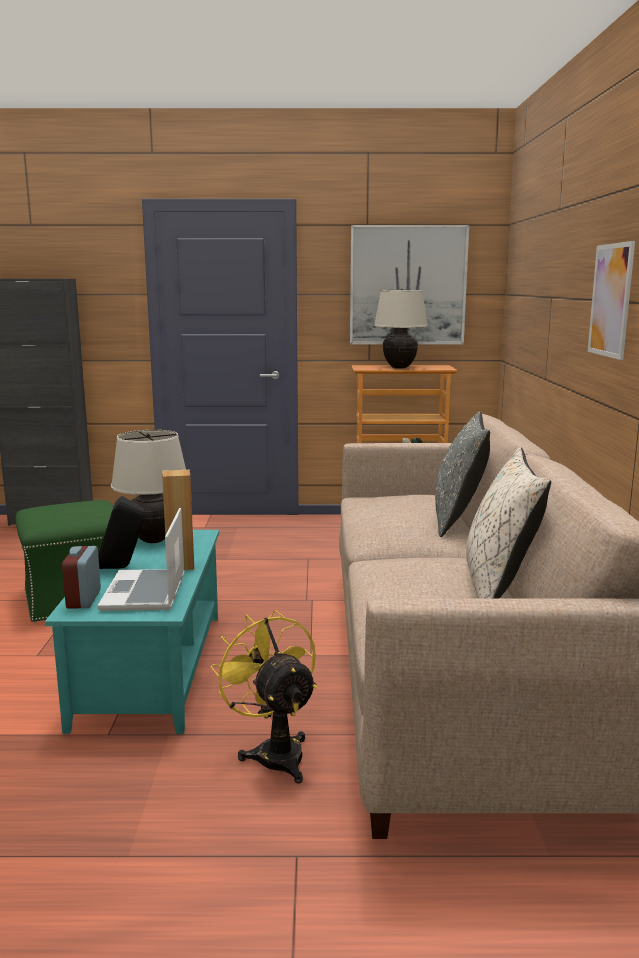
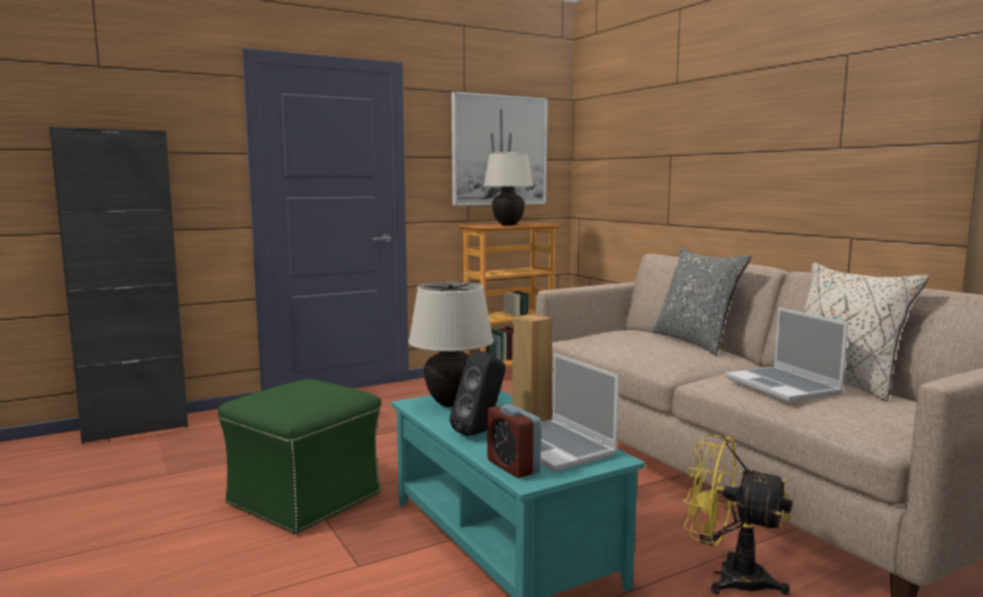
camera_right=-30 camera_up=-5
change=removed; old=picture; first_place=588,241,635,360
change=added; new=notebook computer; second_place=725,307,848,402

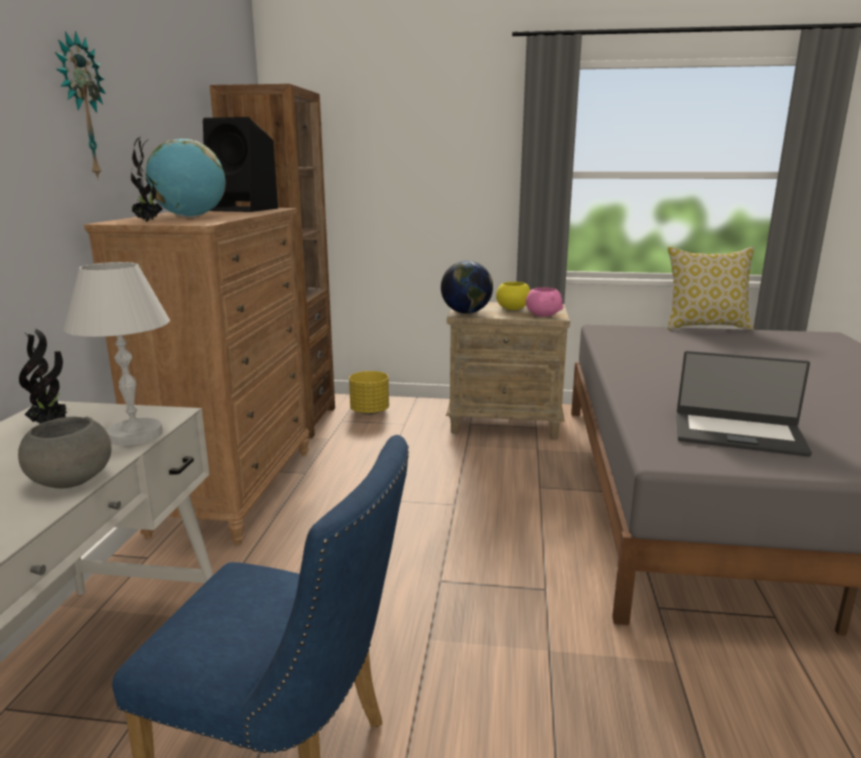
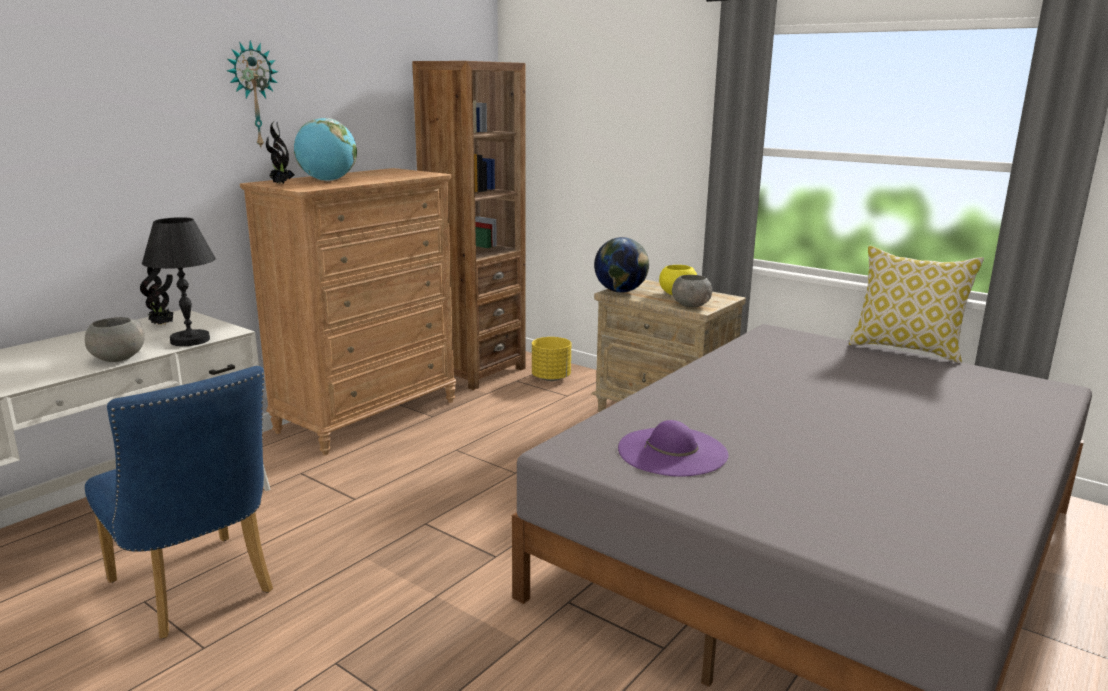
camera_right=30 camera_up=0
change=removed; old=loudspeaker in black; first_place=203,117,278,212
change=recoloured; old=table lamp in white-coloured; new=table lamp in black; first_place=63,262,170,446; second_place=142,217,216,346
change=recoloured; old=serving bowl in pinkish; new=serving bowl in grey; first_place=526,287,564,317; second_place=672,275,712,307
change=replaced; old=notebook computer; new=hat in purple; first_place=676,351,812,457; second_place=618,420,728,477

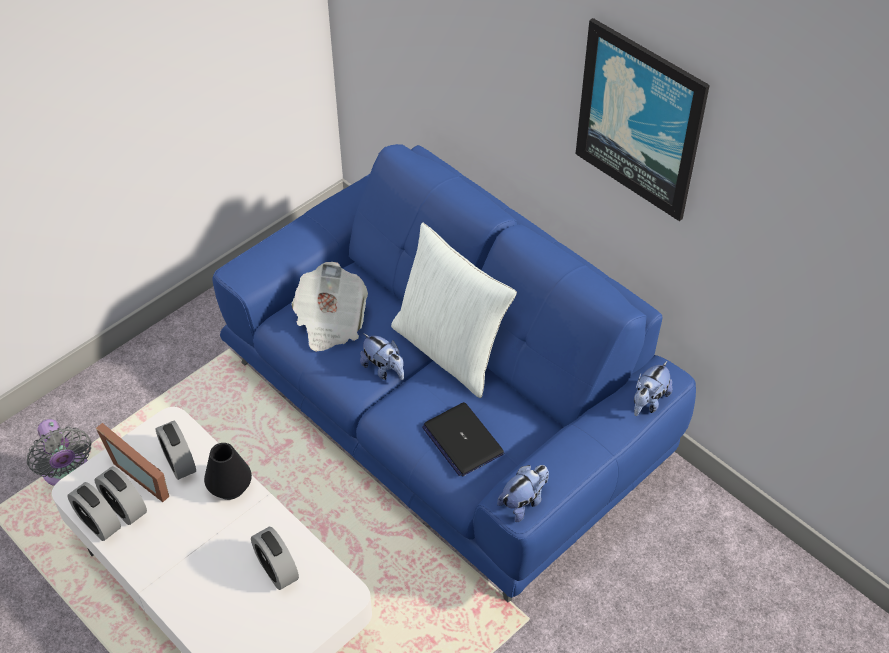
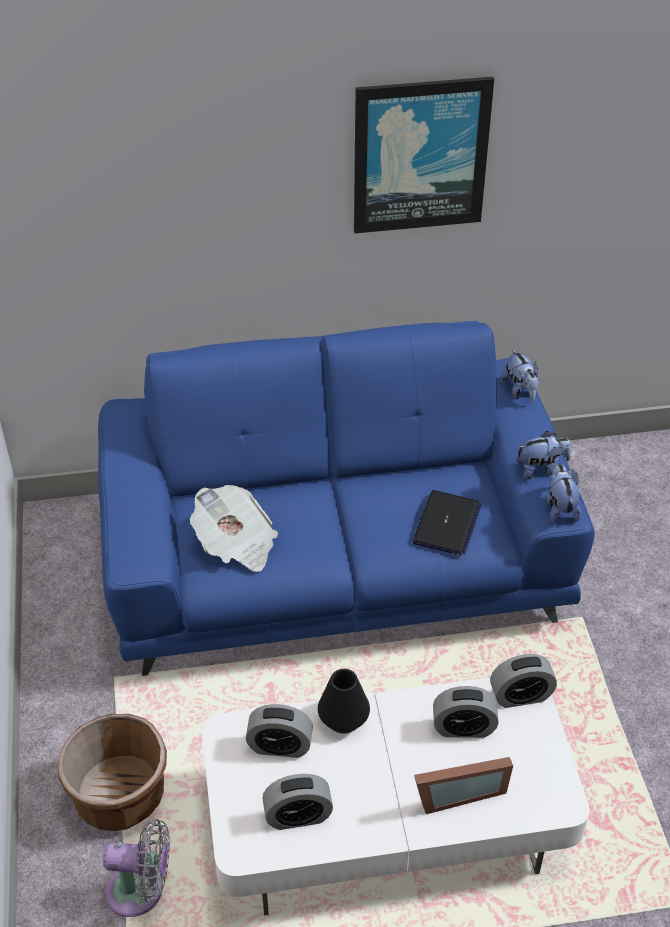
camera_right=-55 camera_up=-5
change=removed; old=throw pillow in white-coloured; first_place=391,223,517,398
change=moved; old=plush toy; first_place=360,333,404,380; second_place=516,431,571,479
change=turned; old=notebook computer; first_place=422,402,504,476; second_place=413,490,481,555; degrees=-75
change=moved; old=standing frame; first_place=96,423,169,502; second_place=414,757,513,814
change=moved; old=table clock; first_place=68,482,121,541; second_place=490,654,557,708
change=added; new=flower pot in brown-coloured; second_place=57,714,167,831

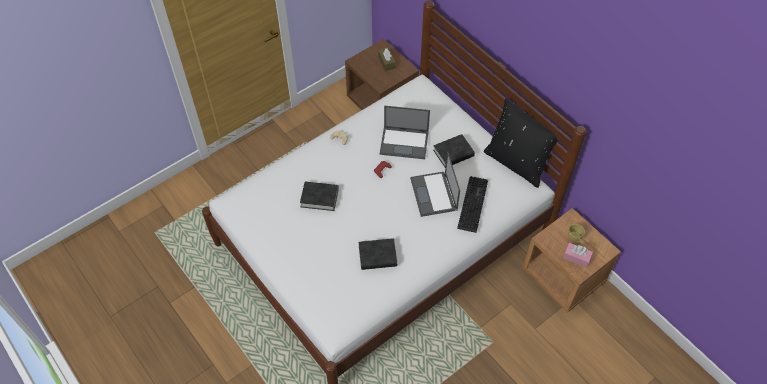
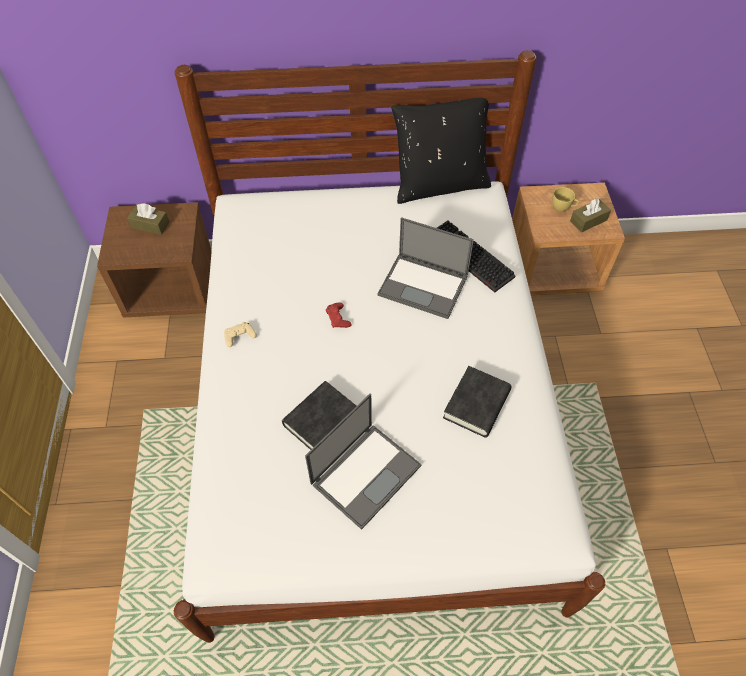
camera_right=-55 camera_up=0
change=moved; old=notebook computer; first_place=380,106,430,159; second_place=305,394,422,530
change=removed; old=volume in black; first_place=433,134,475,167
change=recoloured; old=tissue holder in pinkish; new=tissue holder in brown-coloured; first_place=563,243,593,268; second_place=570,198,611,233

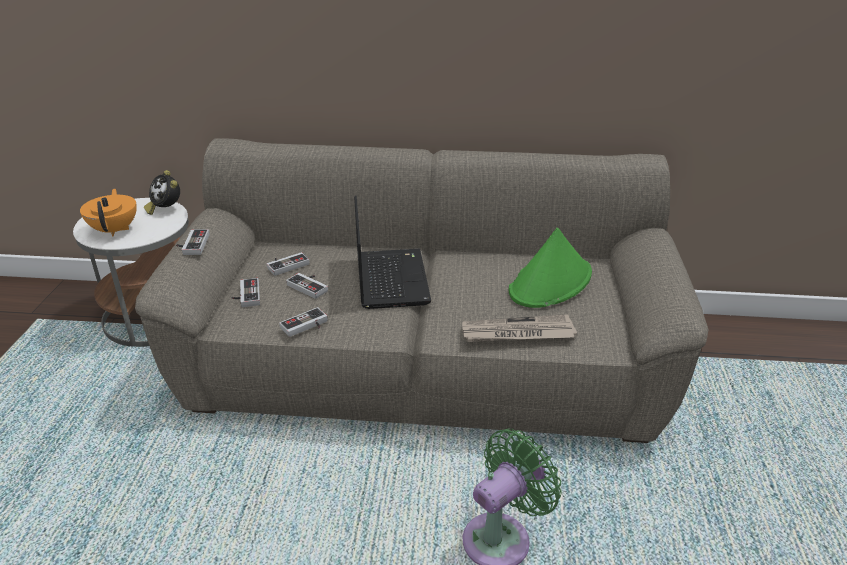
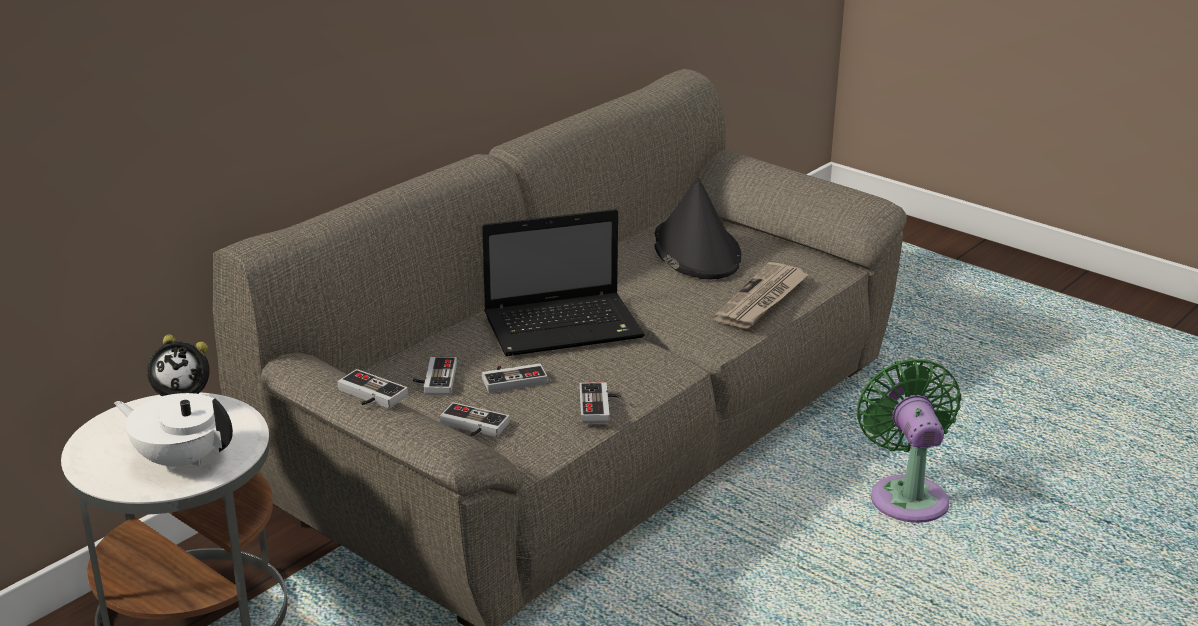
camera_right=-55 camera_up=-5
change=recoloured; old=tea pot in orangey; new=tea pot in white-coloured; first_place=80,189,137,236; second_place=114,393,233,472
change=turned; old=notebook computer; first_place=354,195,431,309; second_place=482,209,645,356; degrees=135
change=recoloured; old=hat in green; new=hat in black; first_place=509,228,592,308; second_place=654,177,741,279

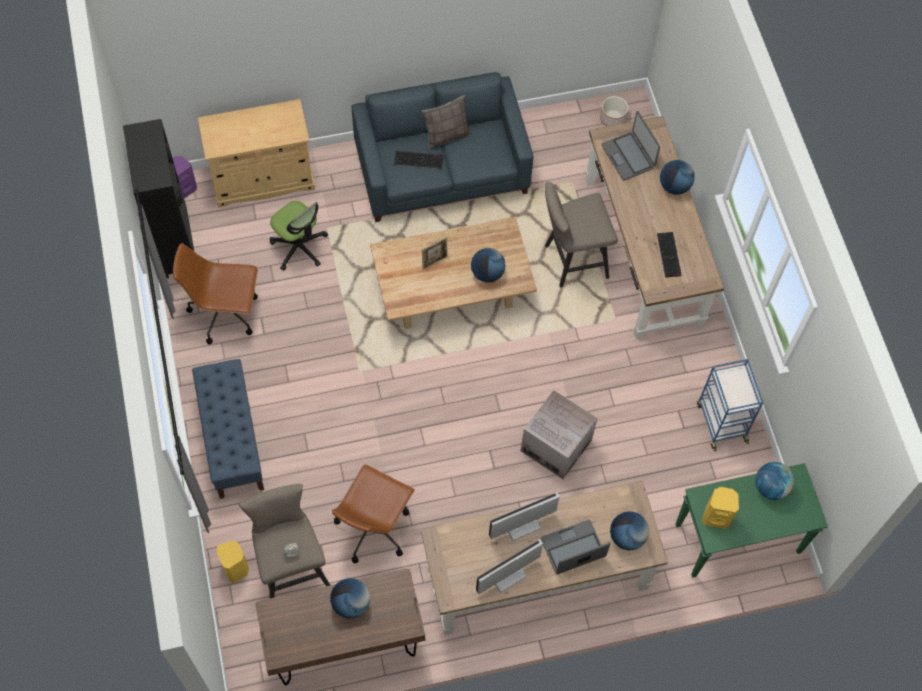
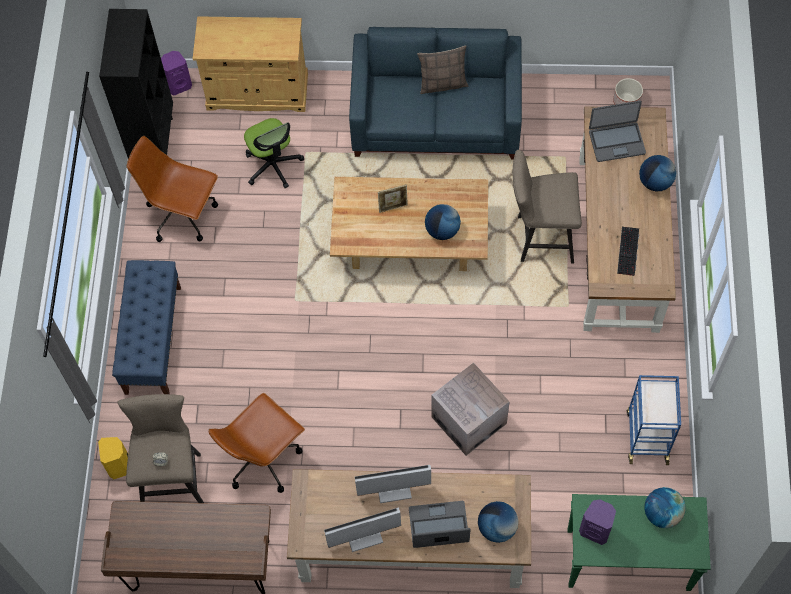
camera_right=20 camera_up=0
change=turned; old=notebook computer; first_place=601,111,660,181; second_place=589,101,646,162; degrees=-90
change=removed; old=keyboard; first_place=394,151,443,168
change=recoloured; old=loudspeaker in yellowish; new=loudspeaker in purple; first_place=702,487,739,529; second_place=579,500,616,545
change=removed; old=desk globe; first_place=330,578,370,618

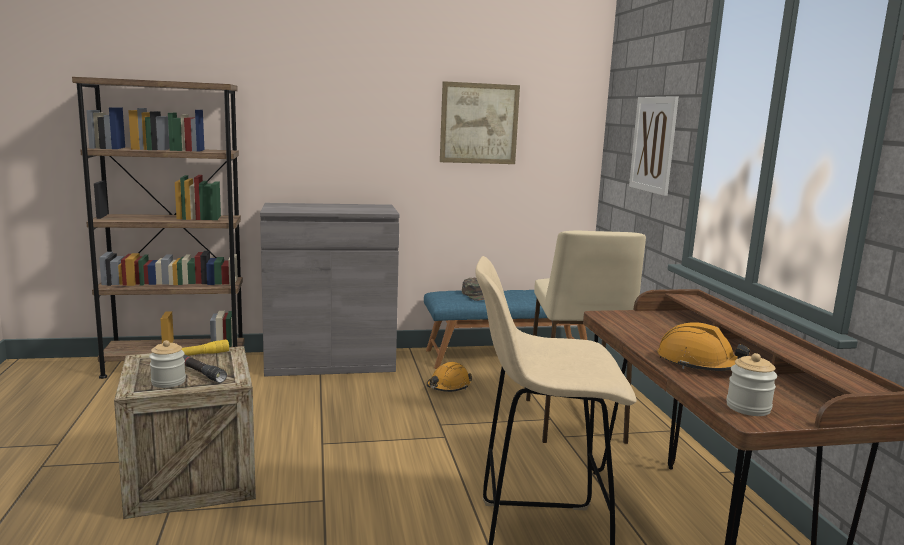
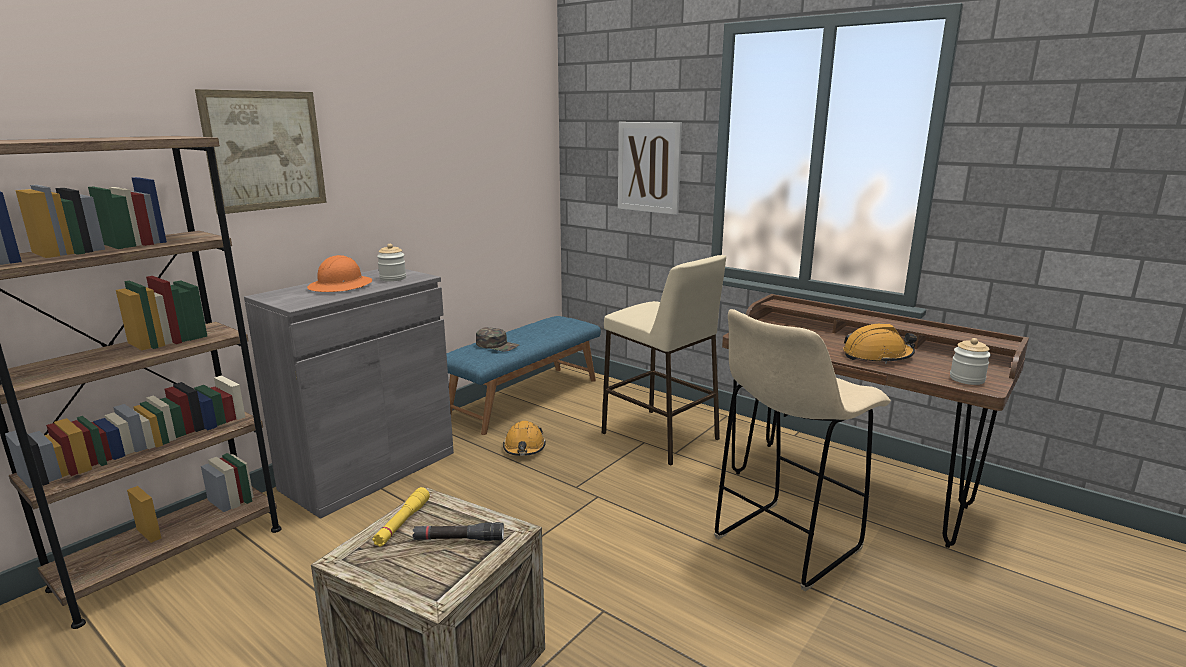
camera_right=-40 camera_up=5
change=moved; old=picture; first_place=440,81,520,164; second_place=195,89,327,214
change=moved; old=storage jar; first_place=149,340,186,388; second_place=377,244,406,281
change=added; new=safety helmet in orangey; second_place=307,255,372,292

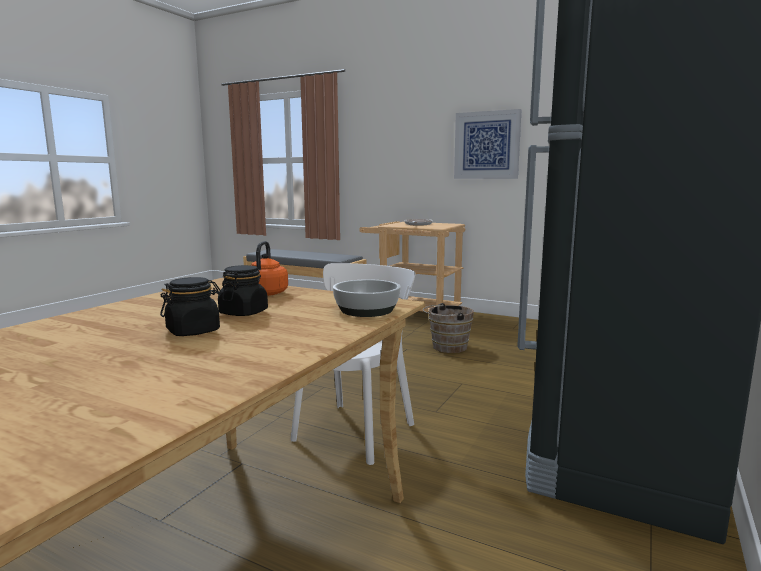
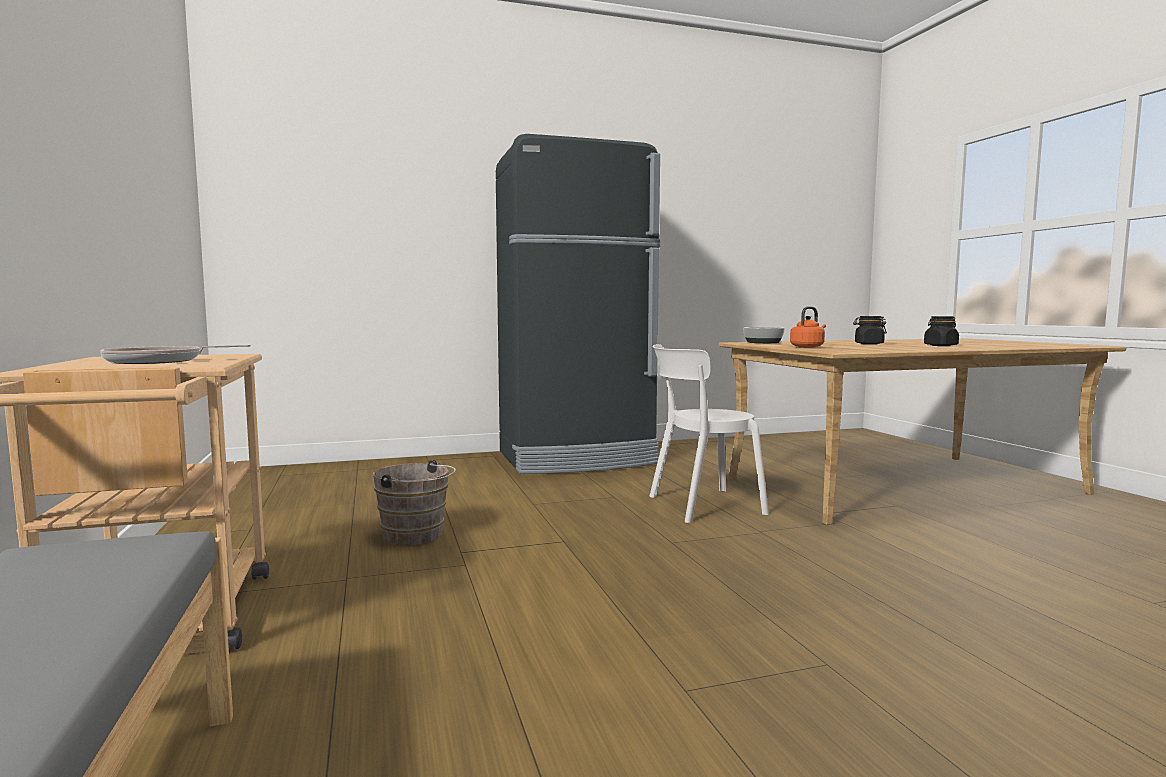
camera_right=-135 camera_up=-5
change=removed; old=picture; first_place=454,109,522,179
change=moved; old=storage jar in black; first_place=218,265,268,316; second_place=924,316,959,346

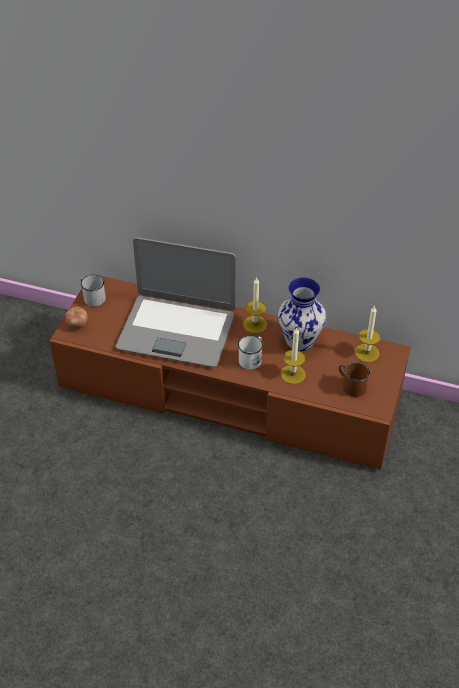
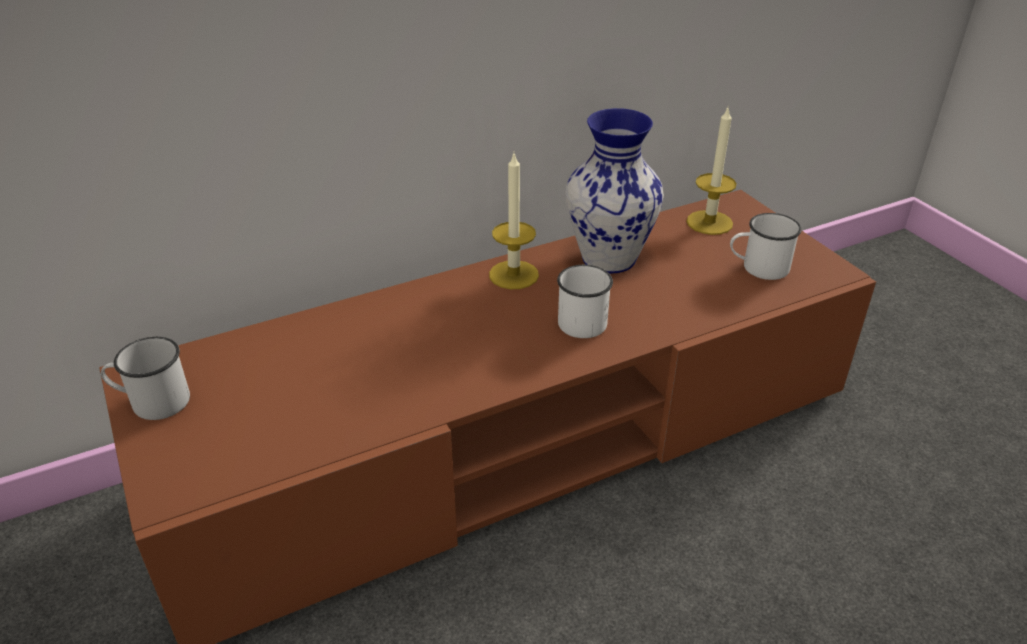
camera_right=-45 camera_up=-10
change=removed; old=notebook computer; first_place=116,237,236,367
change=removed; old=apple fruit; first_place=65,307,87,329
change=removed; old=wax light; first_place=280,327,306,384
change=recoloured; old=coffee mug in brown-coloured; new=coffee mug in white-coloured; first_place=339,362,370,397; second_place=730,213,802,280

